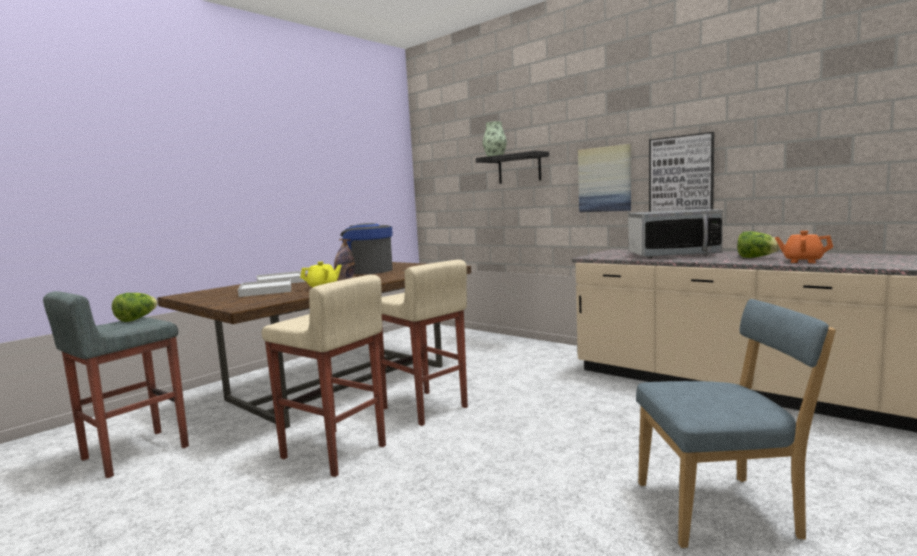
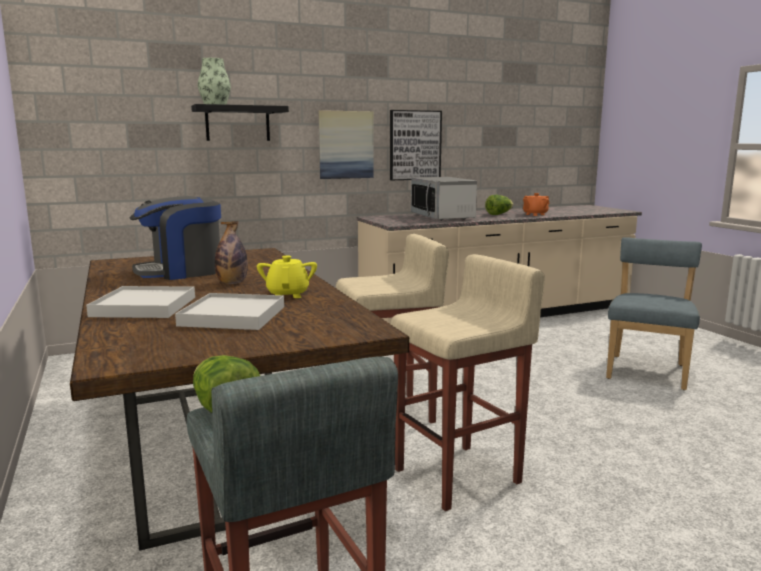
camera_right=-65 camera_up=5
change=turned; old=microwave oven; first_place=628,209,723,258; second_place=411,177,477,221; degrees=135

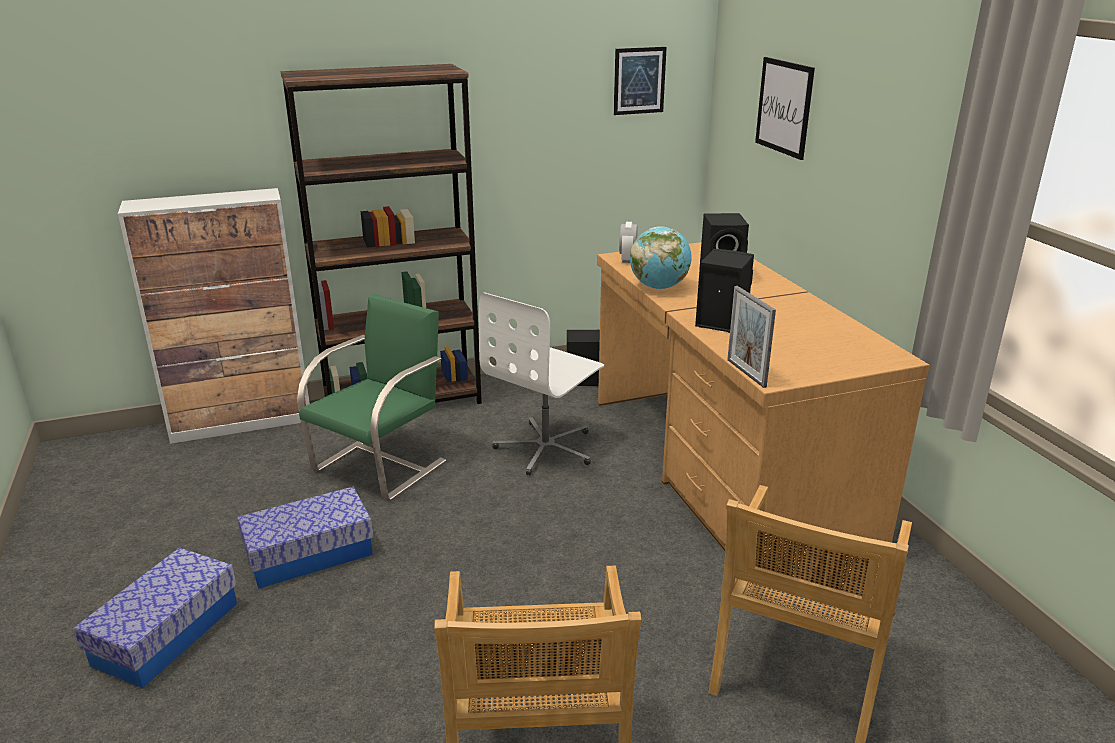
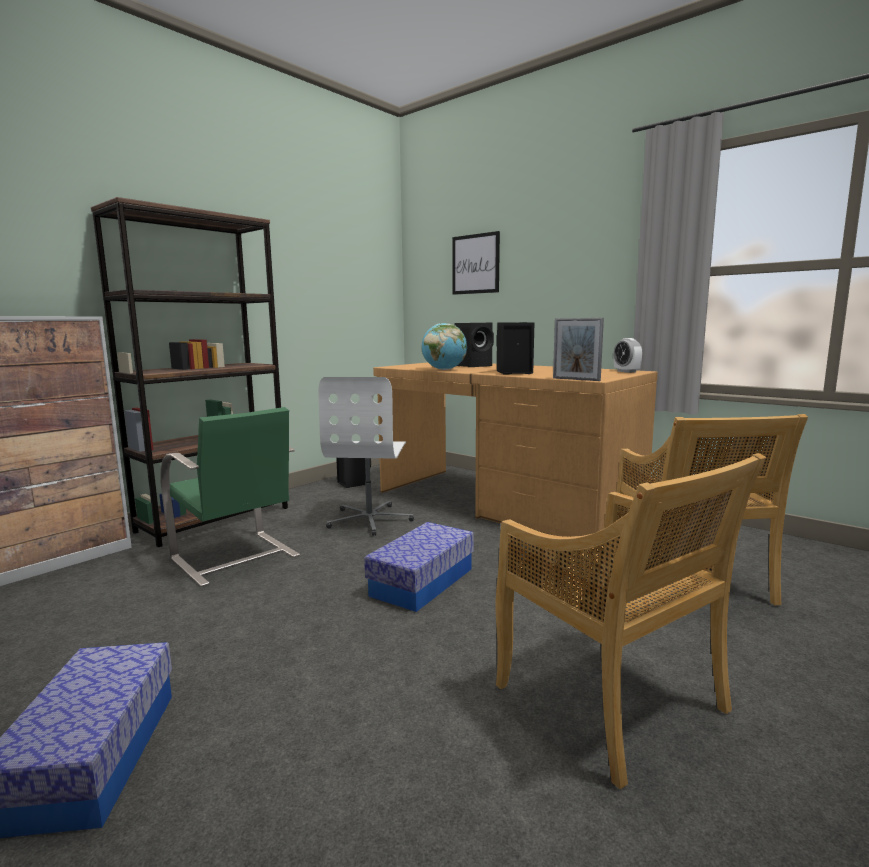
camera_right=-30 camera_up=-15
change=removed; old=picture; first_place=614,47,667,115
change=moved; old=table clock; first_place=619,222,638,263; second_place=614,338,642,373
change=turned; old=chair in green; first_place=297,294,446,501; second_place=160,407,300,587; degrees=135
change=moved; old=storage container; first_place=237,487,374,589; second_place=364,522,474,612

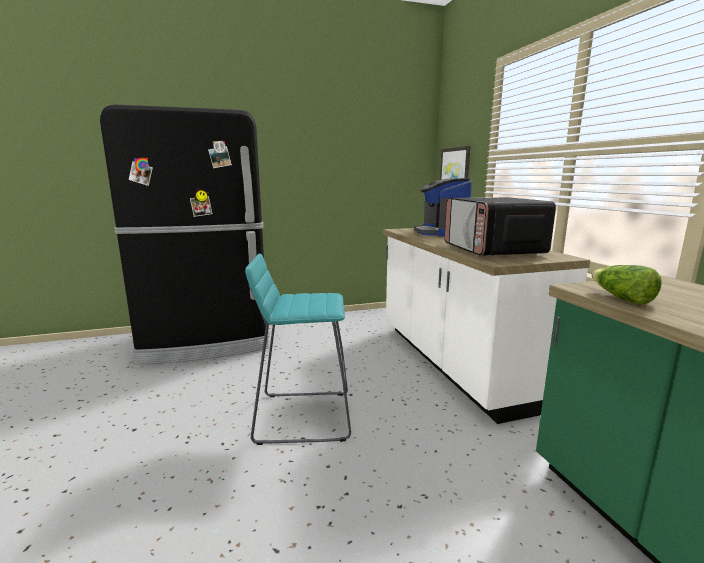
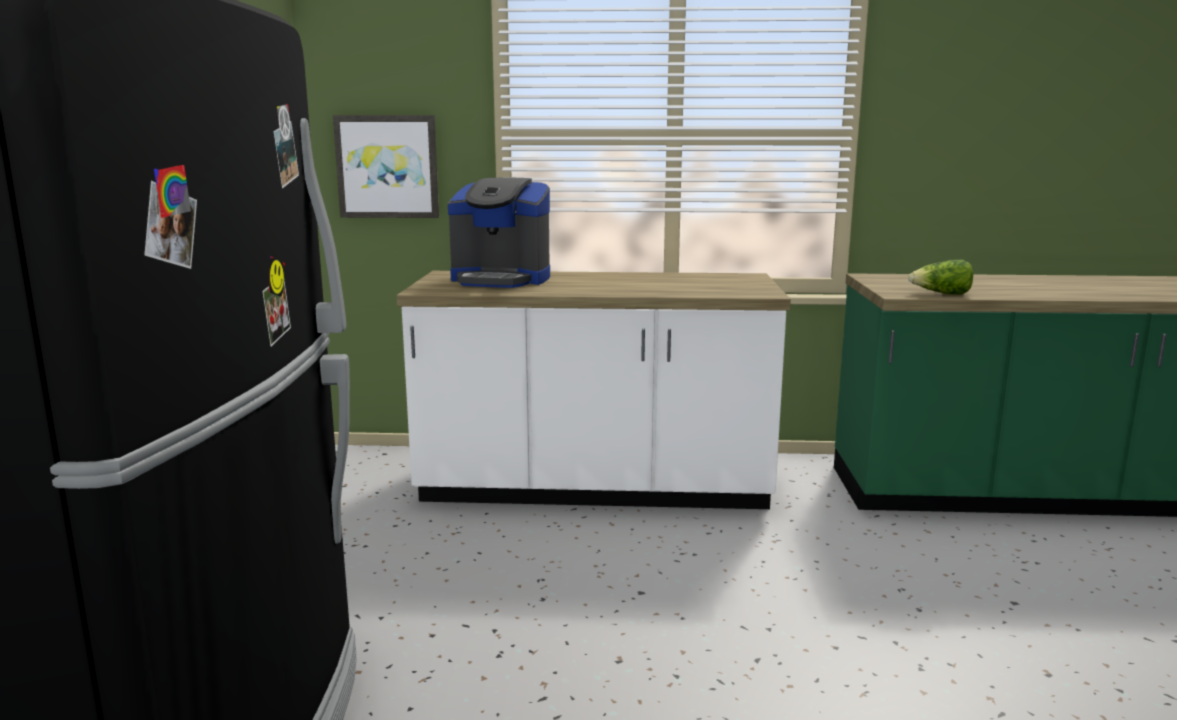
camera_right=-70 camera_up=0
change=removed; old=microwave oven; first_place=444,197,556,256
change=removed; old=sitting stool in turquoise; first_place=245,254,351,445

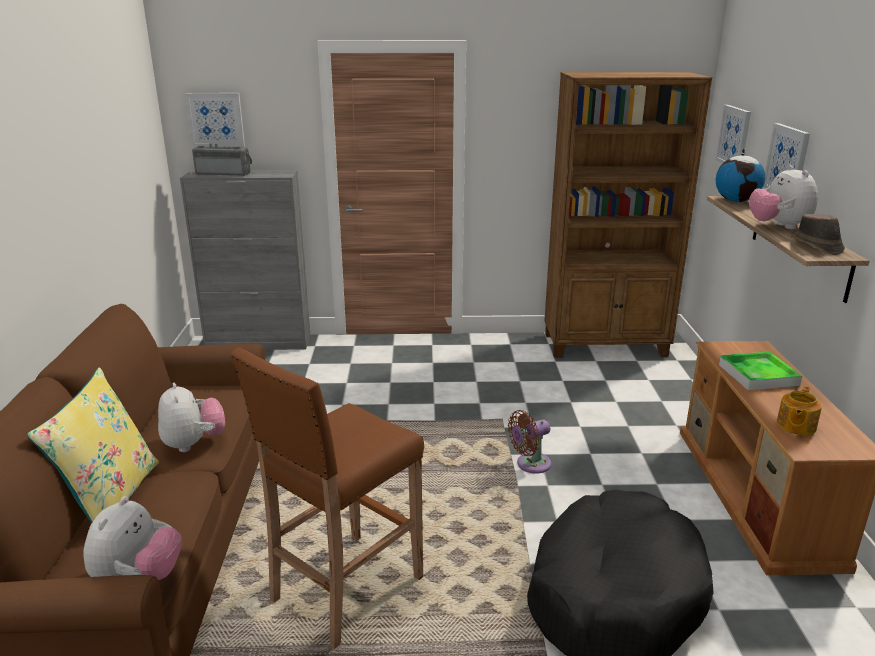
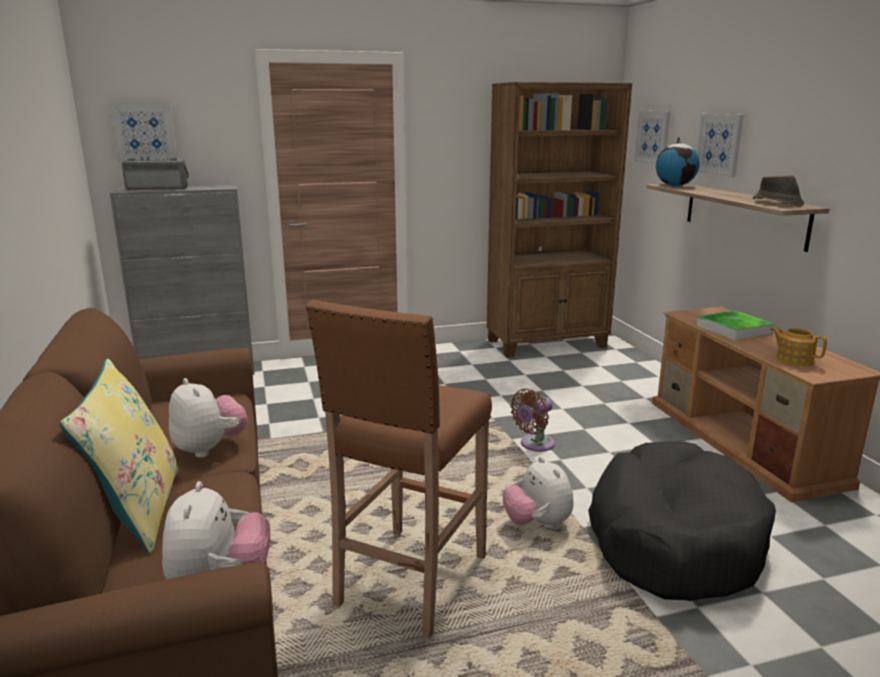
camera_right=-15 camera_up=-5
change=moved; old=plush toy; first_place=749,165,818,229; second_place=503,457,574,528
change=turned; old=tea pot; first_place=777,386,822,435; second_place=770,326,827,367; degrees=120

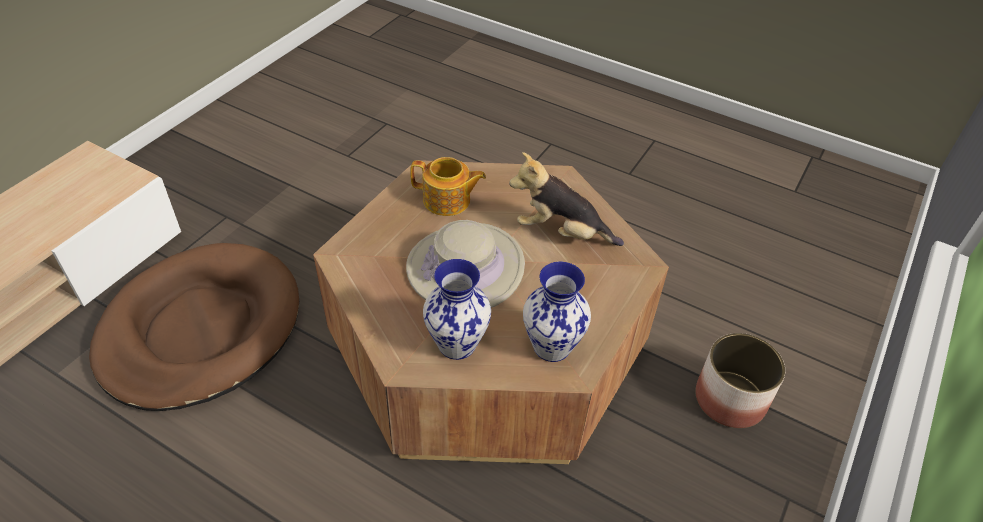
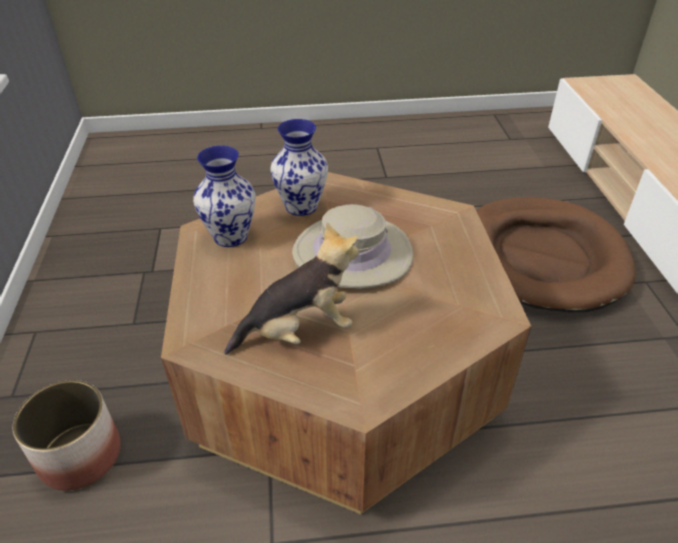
camera_right=145 camera_up=-5
change=removed; old=tea pot; first_place=410,157,486,216

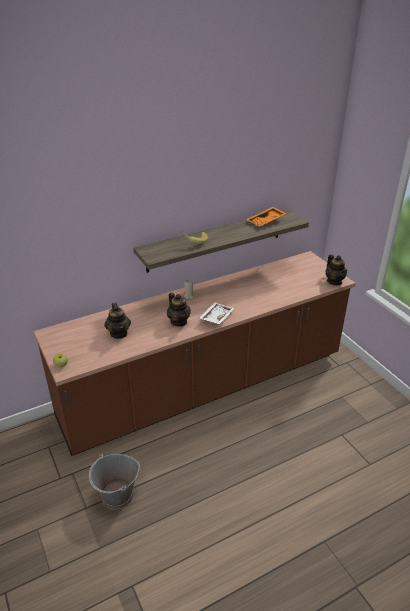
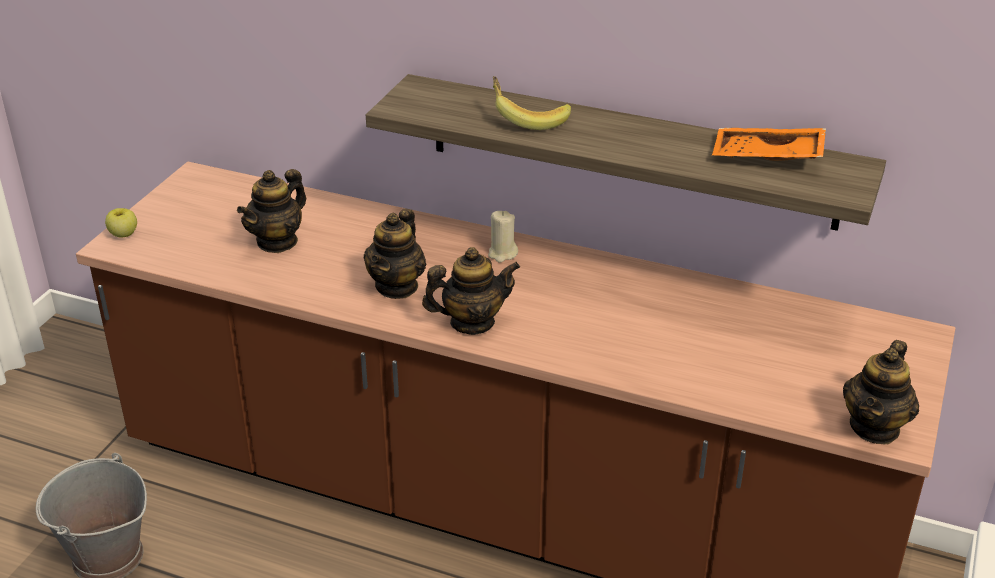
camera_right=50 camera_up=0
change=replaced; old=tray in white-coloured; new=tea pot; first_place=199,302,235,324; second_place=422,247,520,335

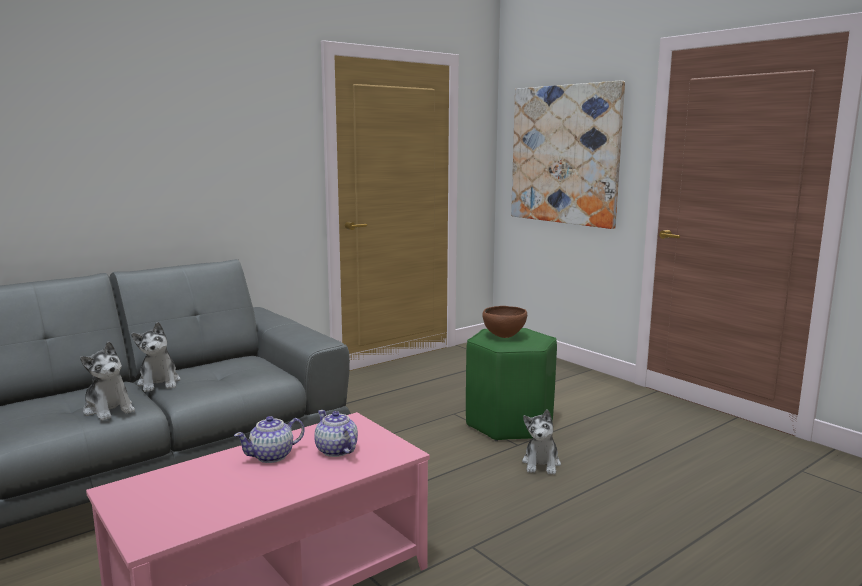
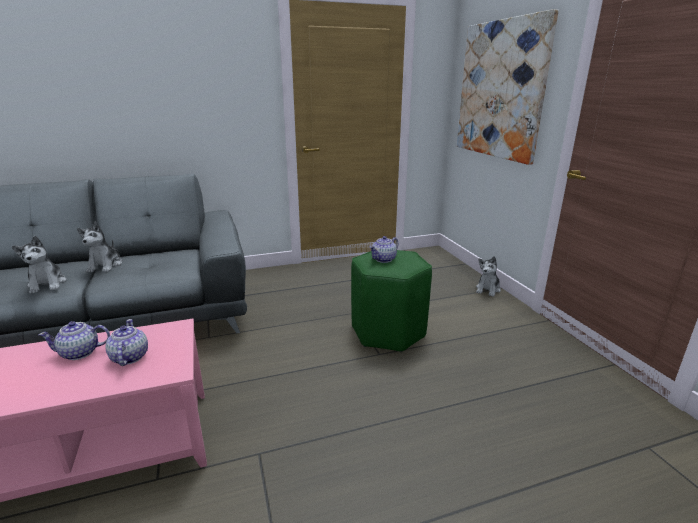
camera_right=20 camera_up=10
change=replaced; old=serving bowl in brown-coloured; new=tea pot; first_place=482,306,527,338; second_place=370,236,399,263
change=moved; old=plush toy; first_place=522,409,561,475; second_place=476,256,501,297

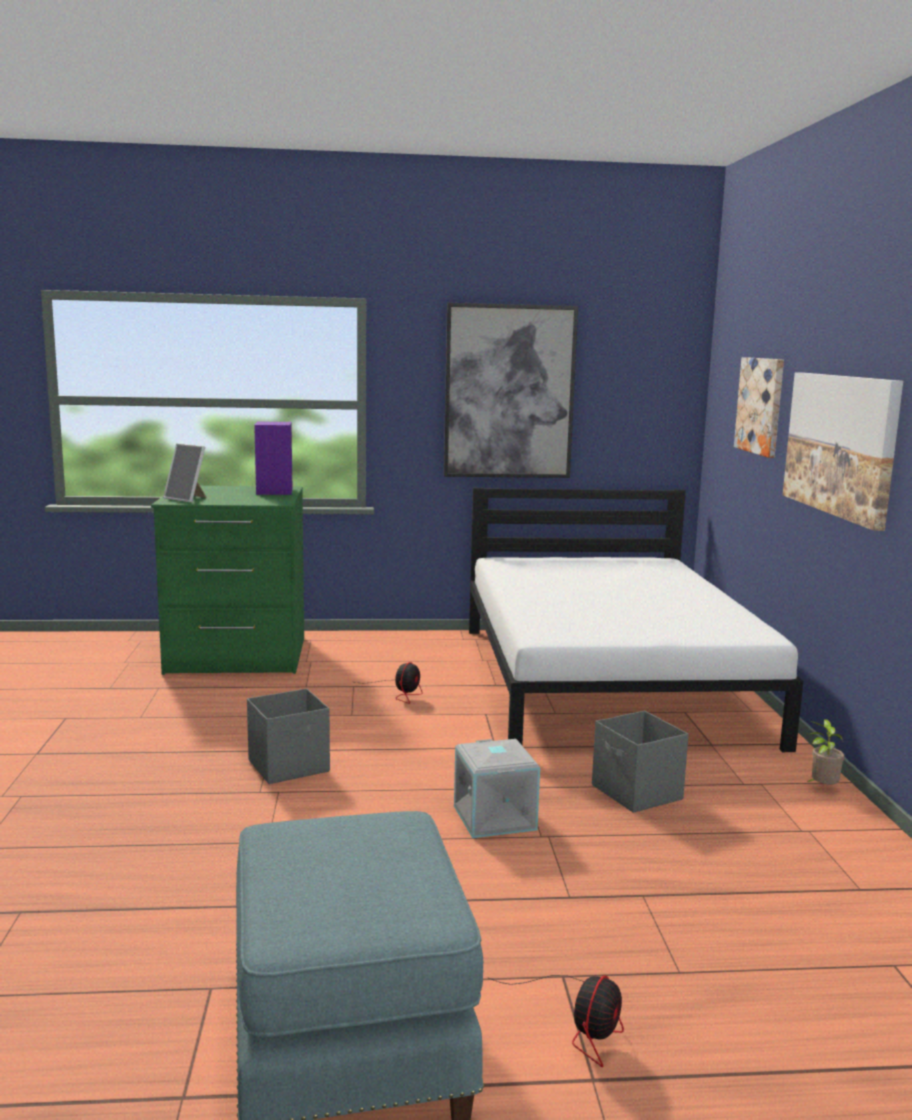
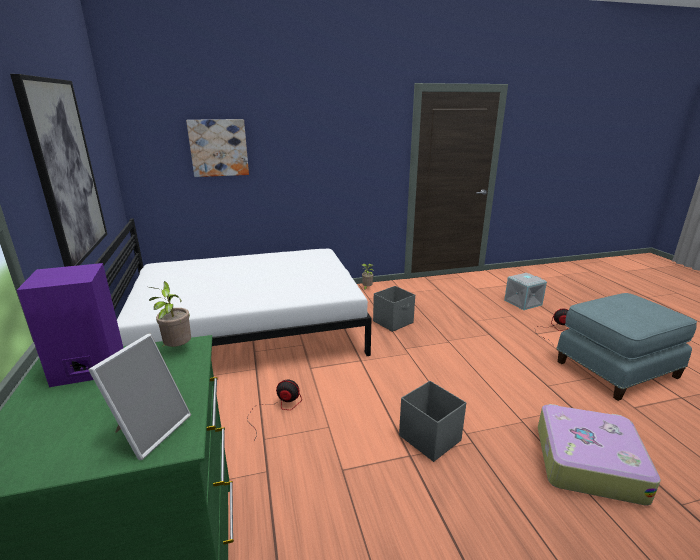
camera_right=-100 camera_up=10
change=removed; old=picture; first_place=783,372,903,531
change=moved; old=storage container in grey; first_place=454,739,540,838; second_place=504,273,547,310
change=added; new=potted plant; second_place=149,281,191,347
change=added; new=travel case; second_place=538,404,661,506

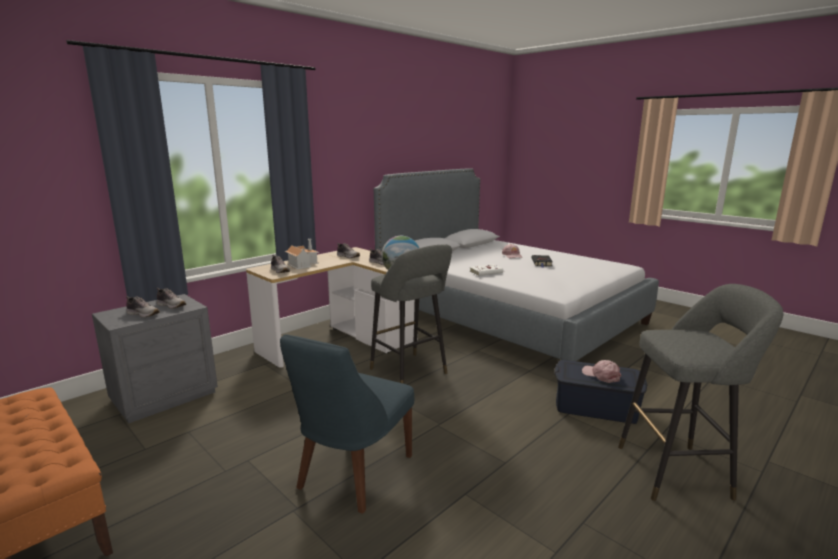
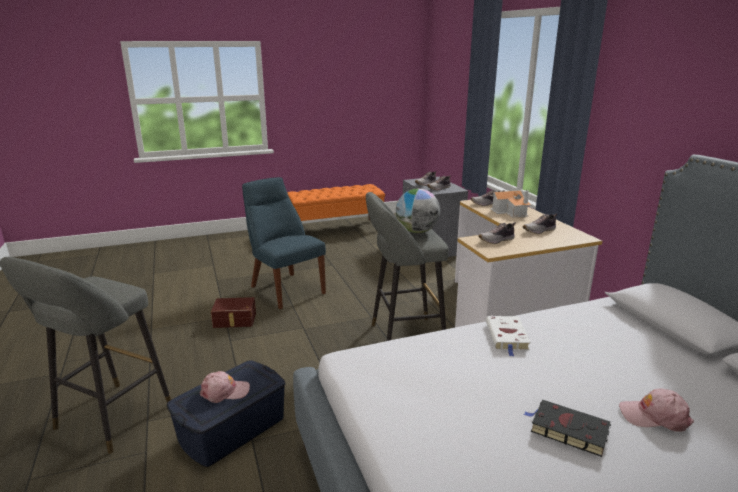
camera_right=115 camera_up=5
change=added; new=storage container in brown-coloured; second_place=211,297,256,328

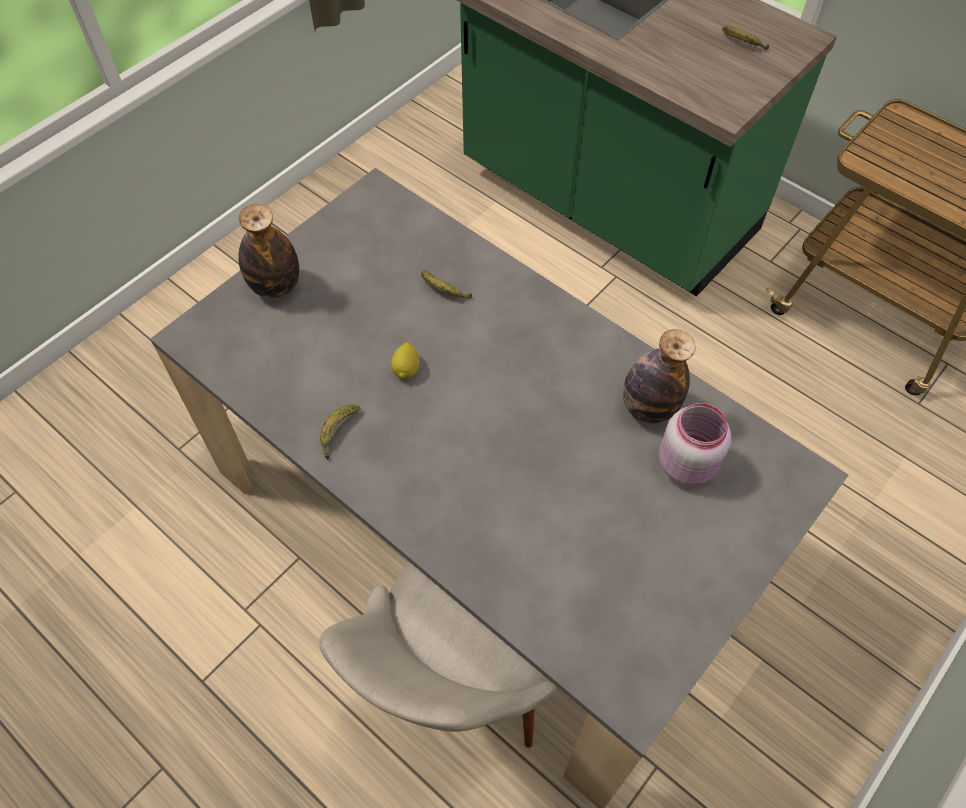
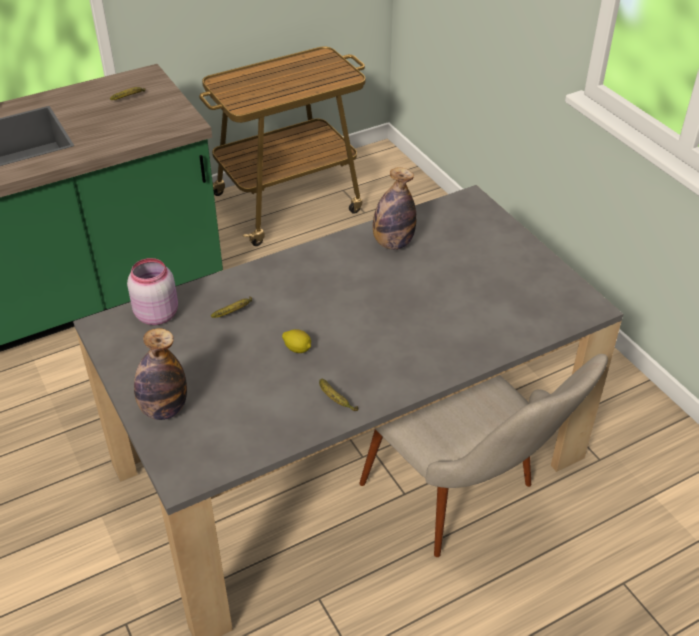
camera_right=-70 camera_up=-15
change=moved; old=storage jar in pinkish; first_place=659,403,731,486; second_place=127,258,178,325

